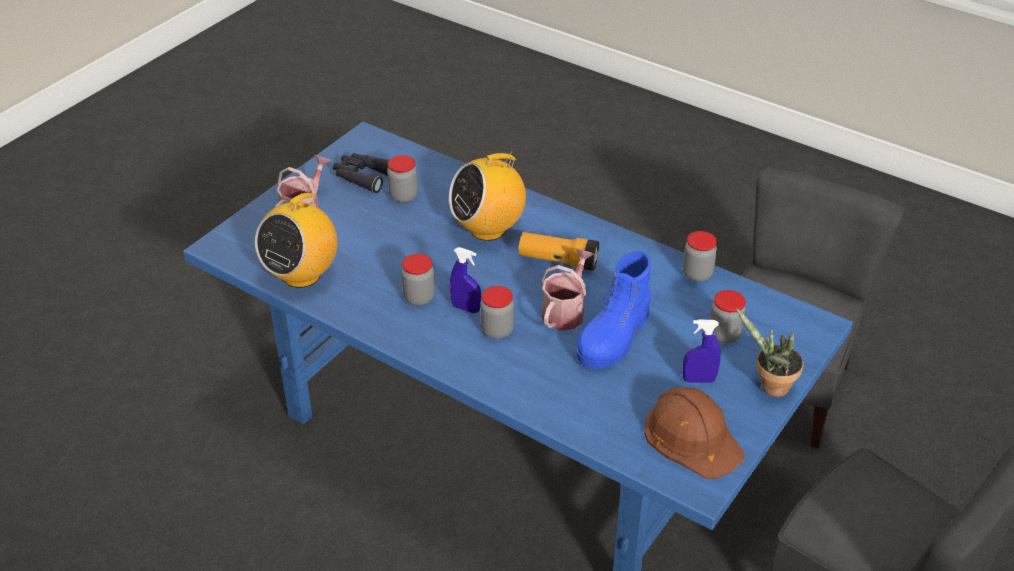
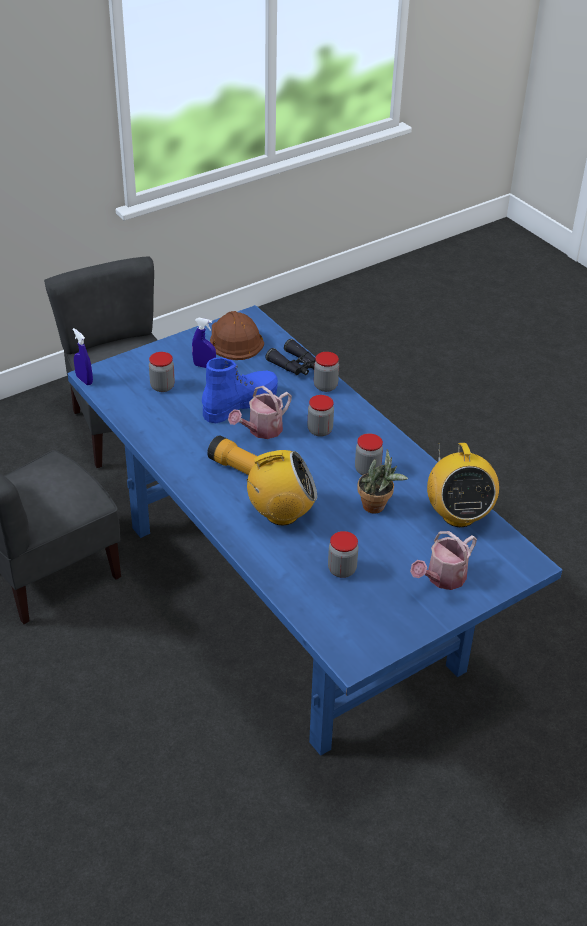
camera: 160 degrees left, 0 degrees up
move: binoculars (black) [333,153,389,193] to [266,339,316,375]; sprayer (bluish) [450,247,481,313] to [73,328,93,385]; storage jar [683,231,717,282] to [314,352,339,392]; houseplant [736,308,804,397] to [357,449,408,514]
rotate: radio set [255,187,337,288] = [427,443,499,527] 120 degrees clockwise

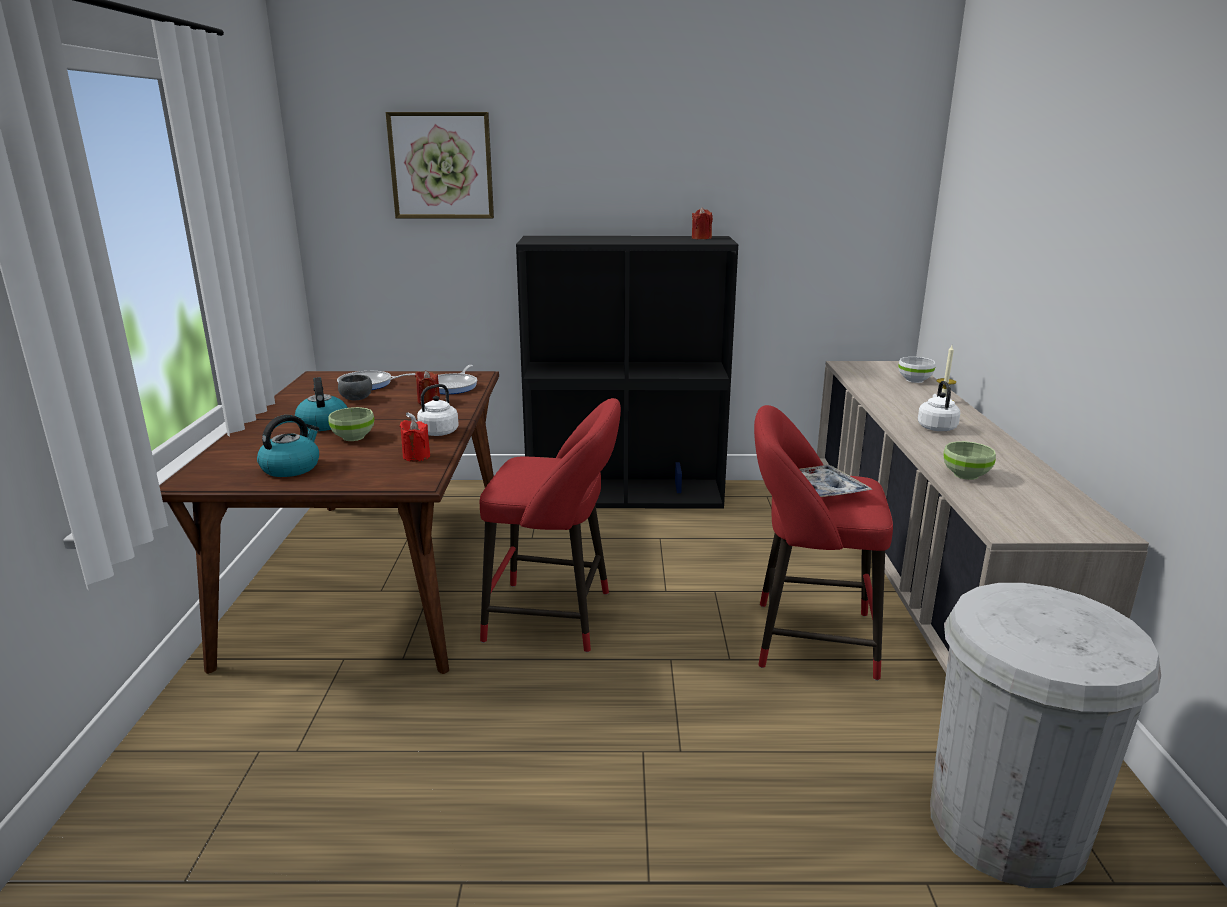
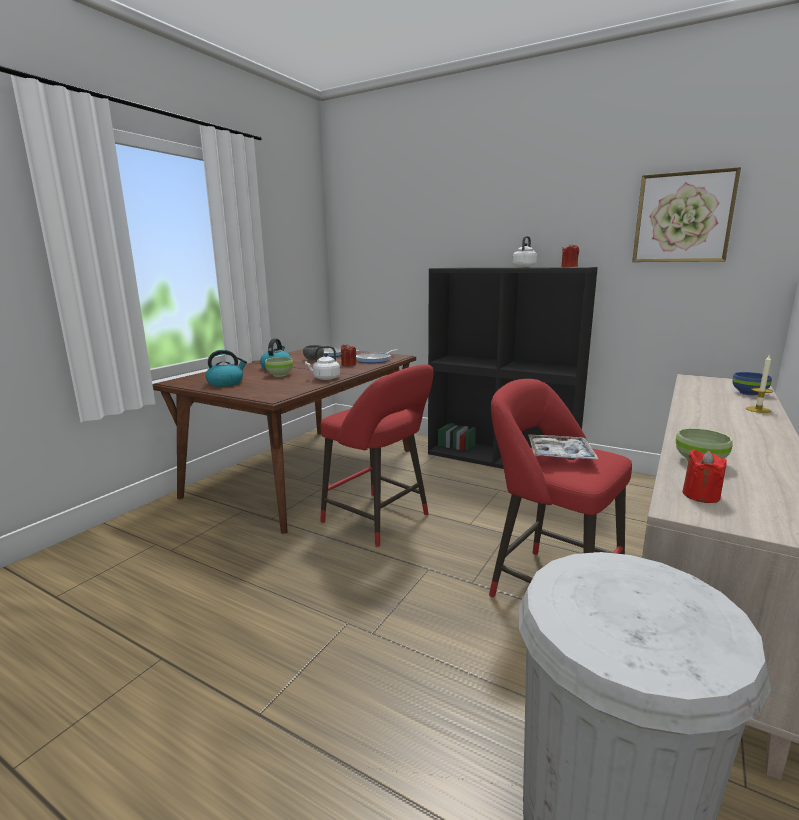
camera: 30 degrees right, 5 degrees down
move: wall art [386,112,494,218] to [632,167,741,262]; candle (red-coloured) [400,420,430,462] to [682,449,727,503]; water kettle (white) [918,381,960,431] to [512,236,537,267]
recolor: serving bowl (white) [898,357,936,383] to serving bowl (bluish) [732,372,772,396]

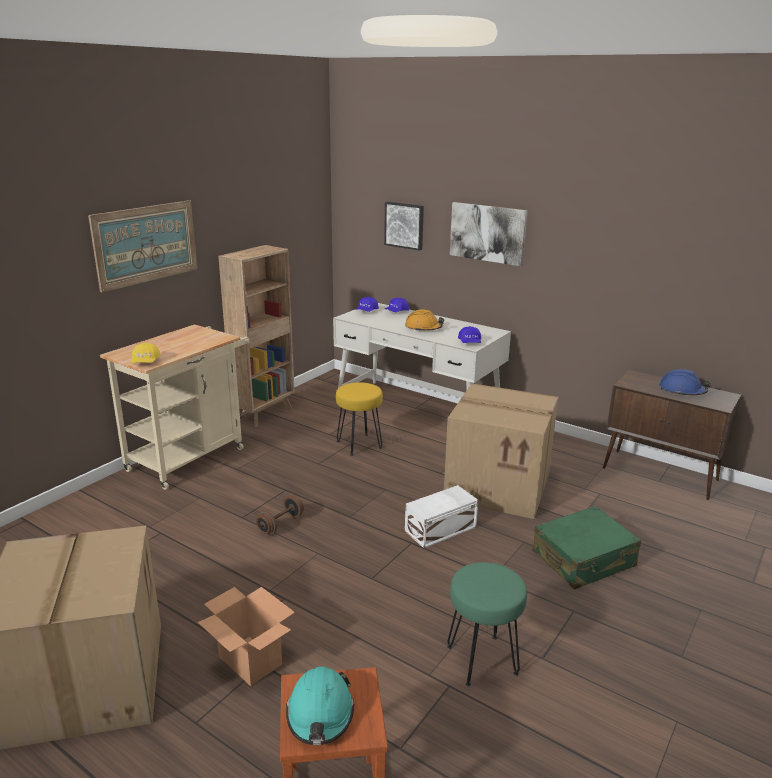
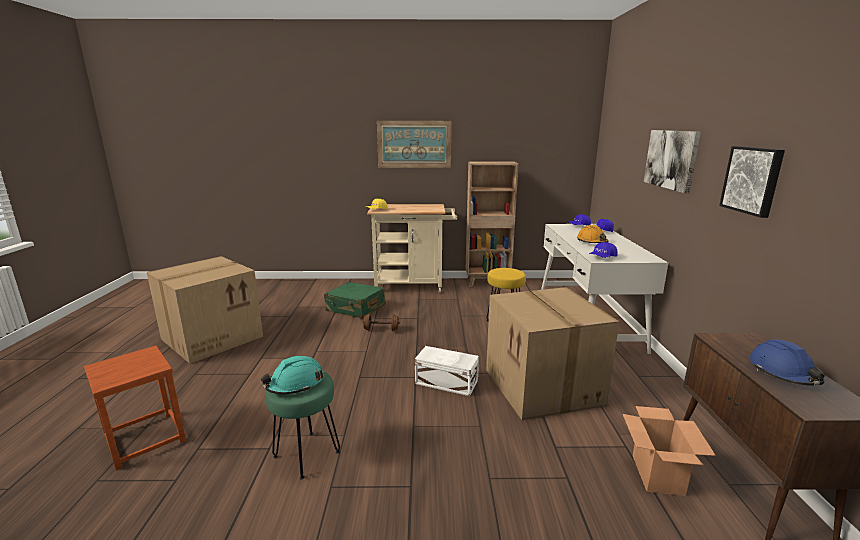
camera: 55 degrees right, 5 degrees down
move: cardboard box [198,587,295,686] to [623,406,716,496]; work helmet (blue-green) [286,667,354,745] to [261,356,323,394]; wall art [384,202,424,251] to [719,146,785,218]; travel case (greenish) [532,506,641,590] to [324,282,385,319]

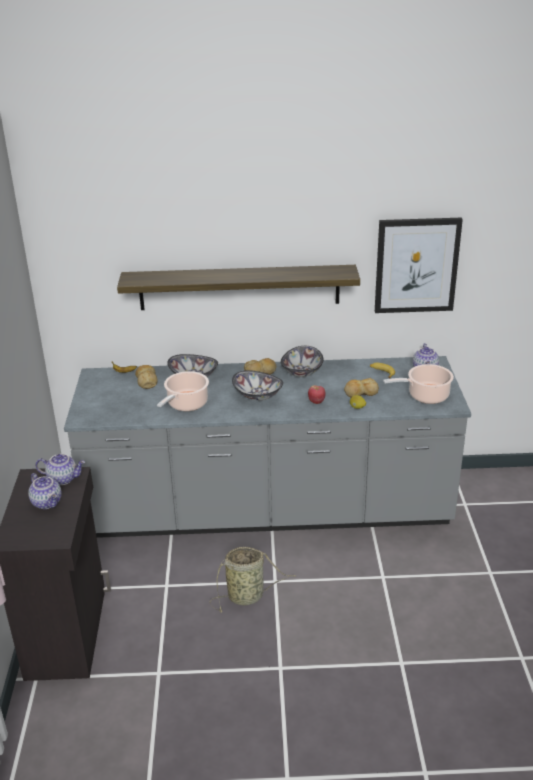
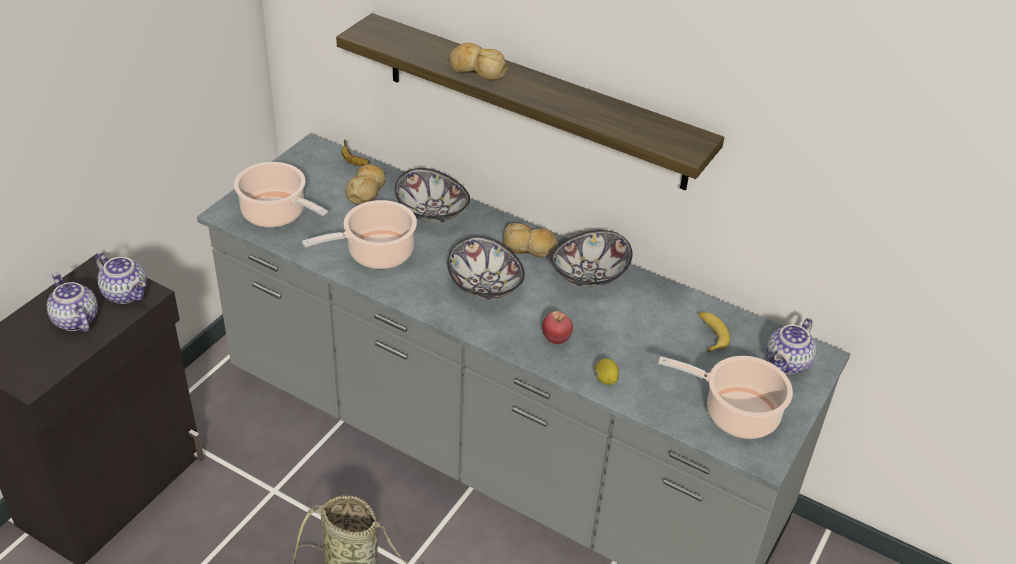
camera: 30 degrees right, 10 degrees up
delete: wall art [375,218,463,313]
insert: cooking pot [234,162,328,227]
move: baked bread [344,378,379,397] to [449,43,508,80]
rotate: pot for tea [28,473,62,509] = [47,273,98,332] 150 degrees clockwise

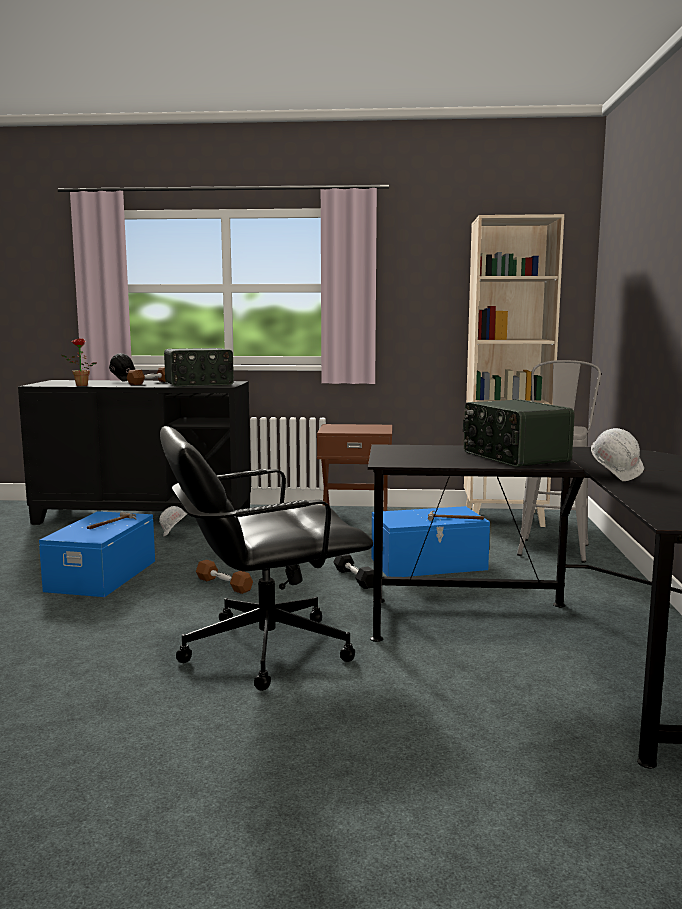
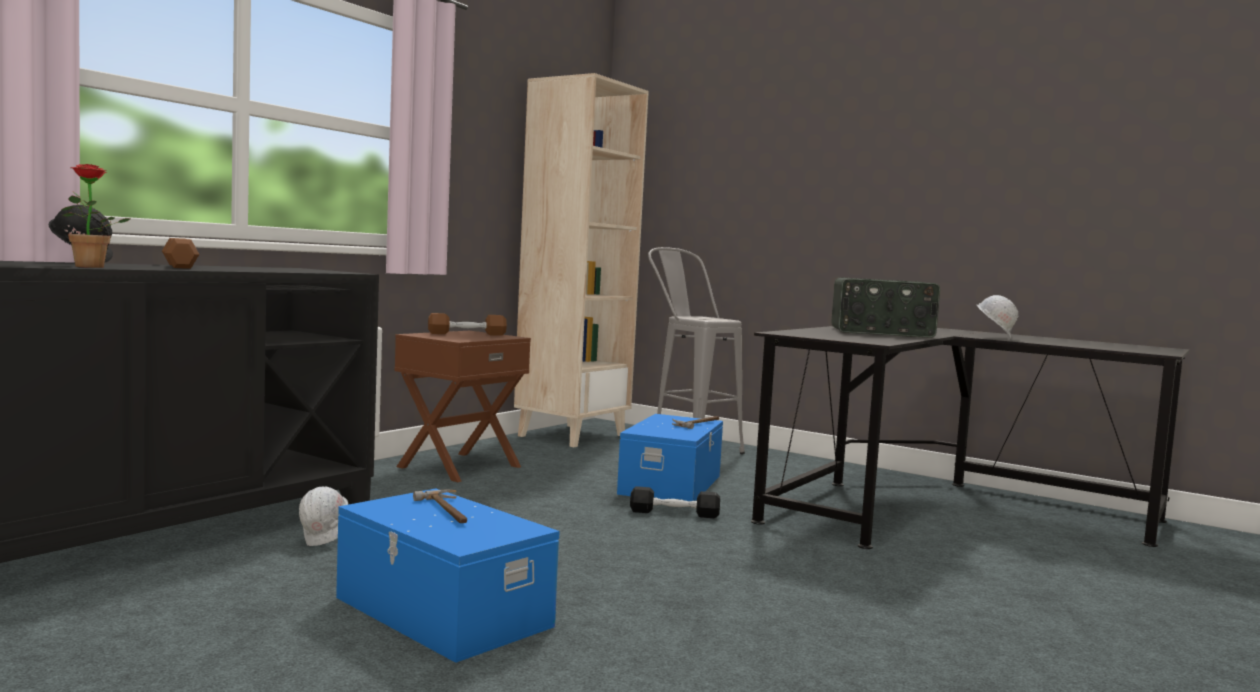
camera: 60 degrees left, 5 degrees down
delete: desk chair (black) [160,426,373,691]; radio set [164,348,234,387]
move: free weight (brown) [196,560,253,594] to [428,313,507,336]

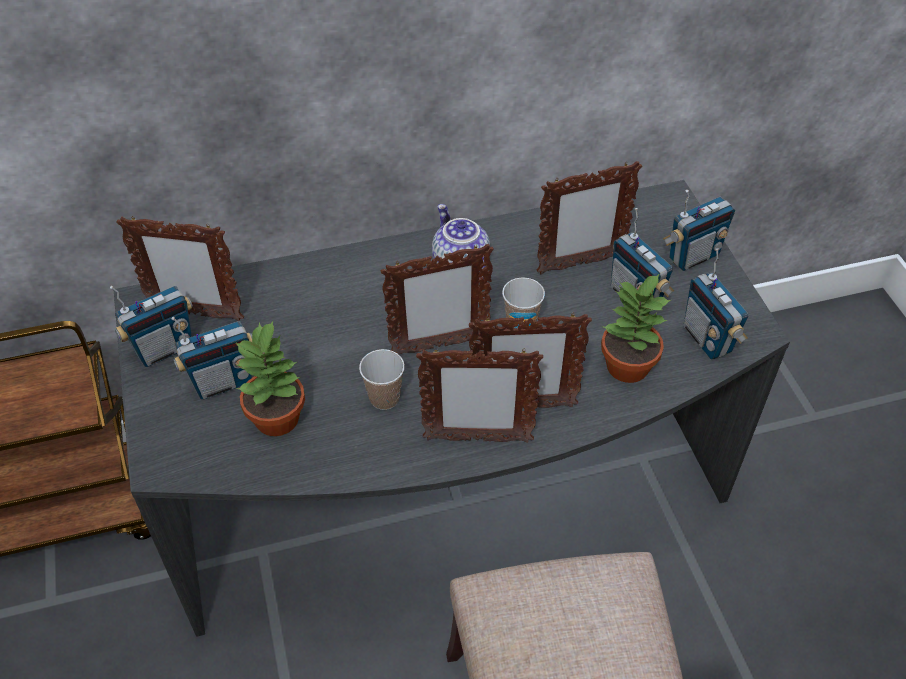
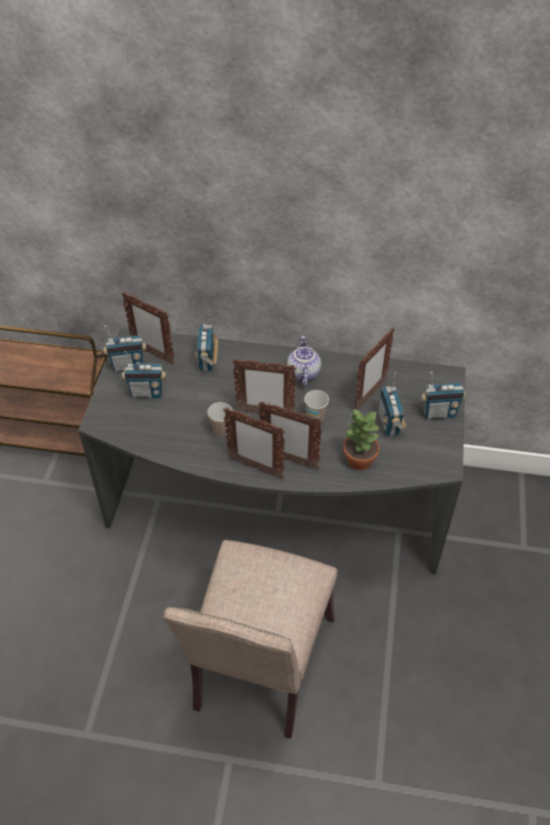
camera: 25 degrees right, 0 degrees up
delete: houseplant [236,321,305,436]
move: radio set [684,248,748,360] to [195,311,218,371]
rotate: picture frame [537,161,642,274] = [355,328,394,410] 60 degrees counterclockwise

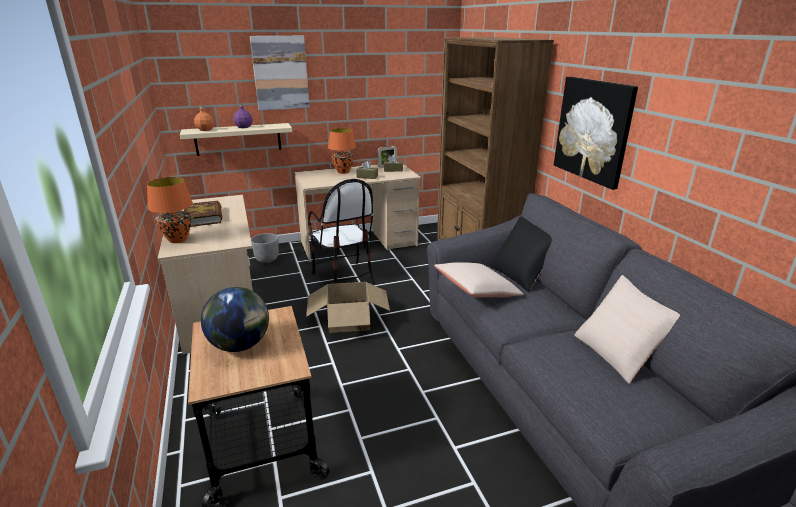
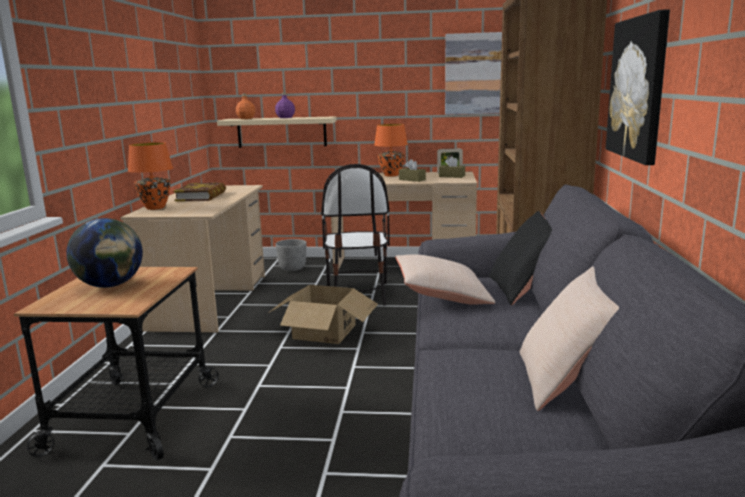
camera: 25 degrees right, 10 degrees down
move: wall art [250,36,310,111] to [445,32,502,115]

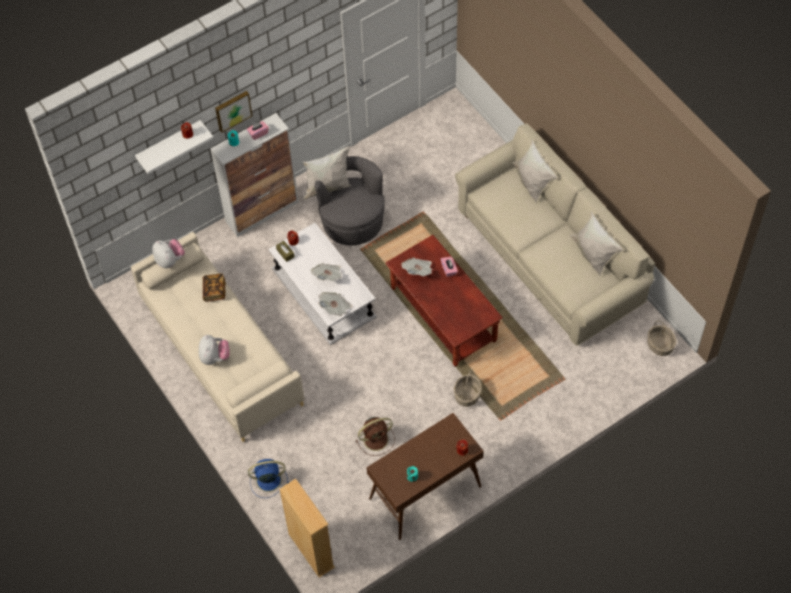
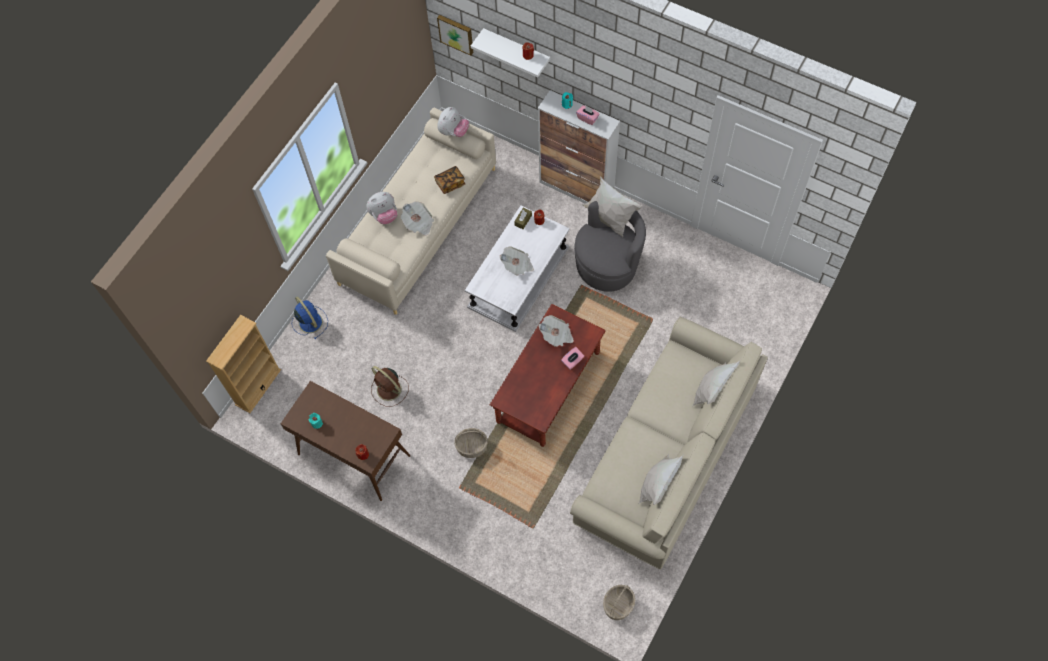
camera: 65 degrees right, 5 degrees up
move: wall art [215,91,253,133] to [437,15,473,55]; daily paper [318,292,353,316] to [401,201,434,236]

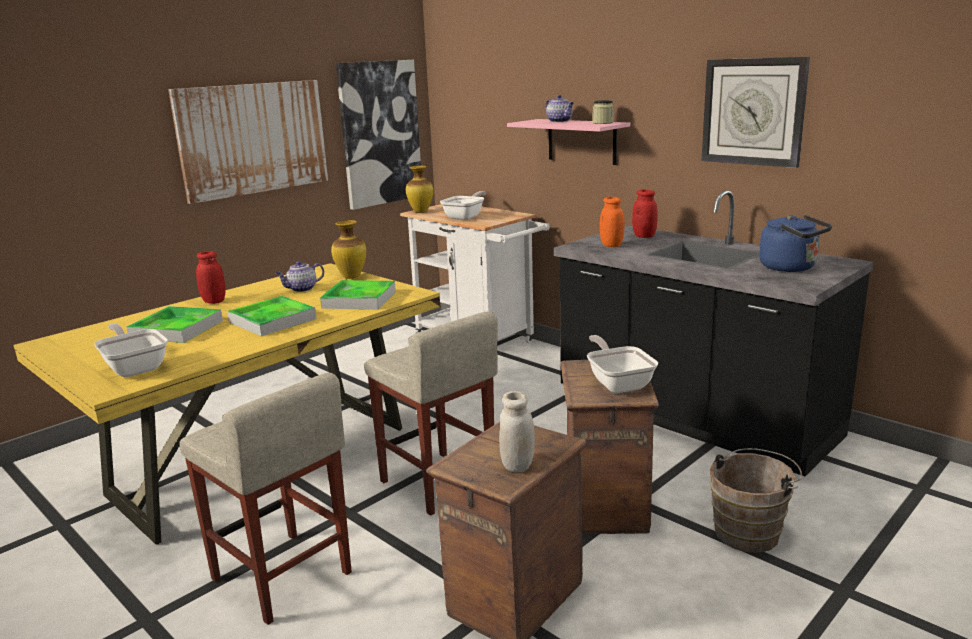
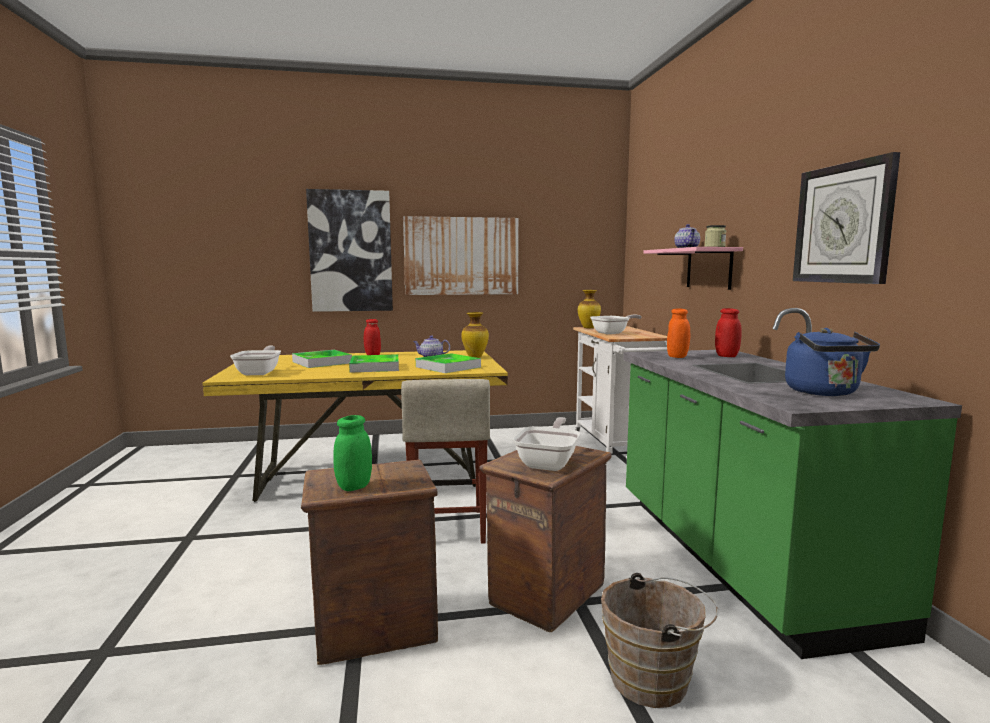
camera: 35 degrees right, 10 degrees down
delete: sitting stool (beige-coloured) [179,373,352,625]
move: wall art [336,60,421,210] to [306,189,393,312]
recolor: storage jar (white) [499,391,535,472] to storage jar (greenish) [333,415,372,491]; kitchen base unit (black) [554,190,874,476] to kitchen base unit (greenish) [623,308,962,659]

